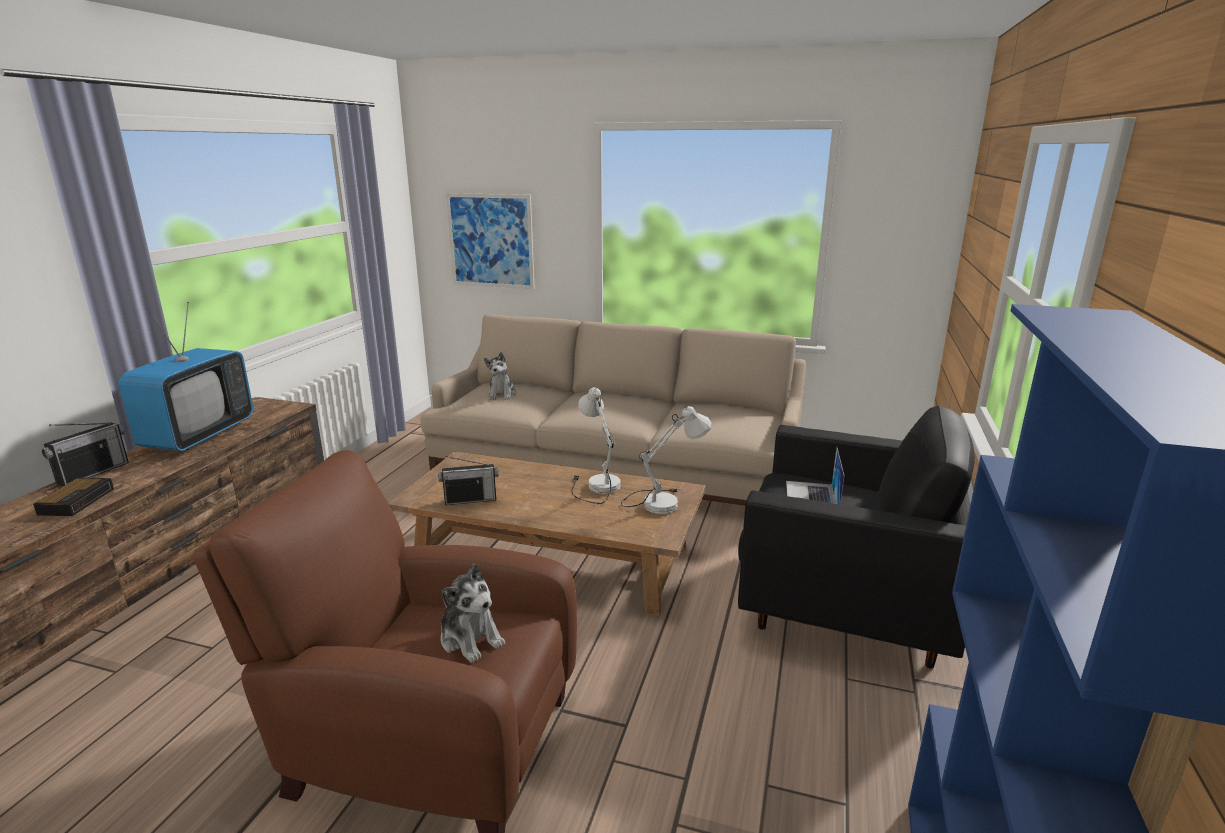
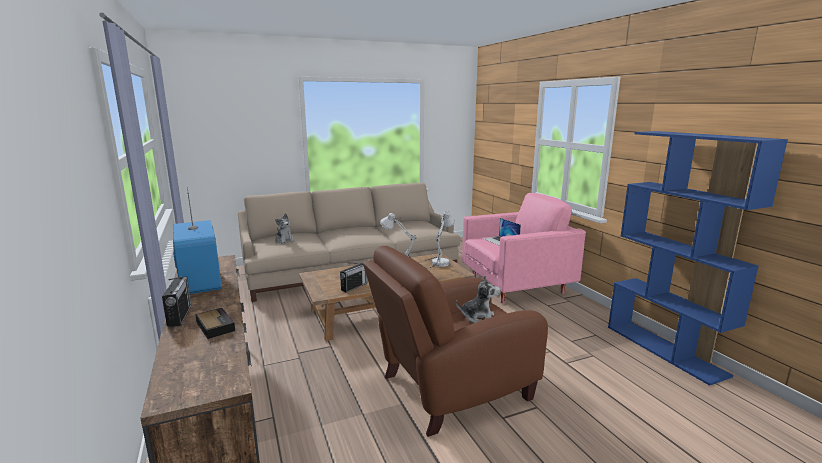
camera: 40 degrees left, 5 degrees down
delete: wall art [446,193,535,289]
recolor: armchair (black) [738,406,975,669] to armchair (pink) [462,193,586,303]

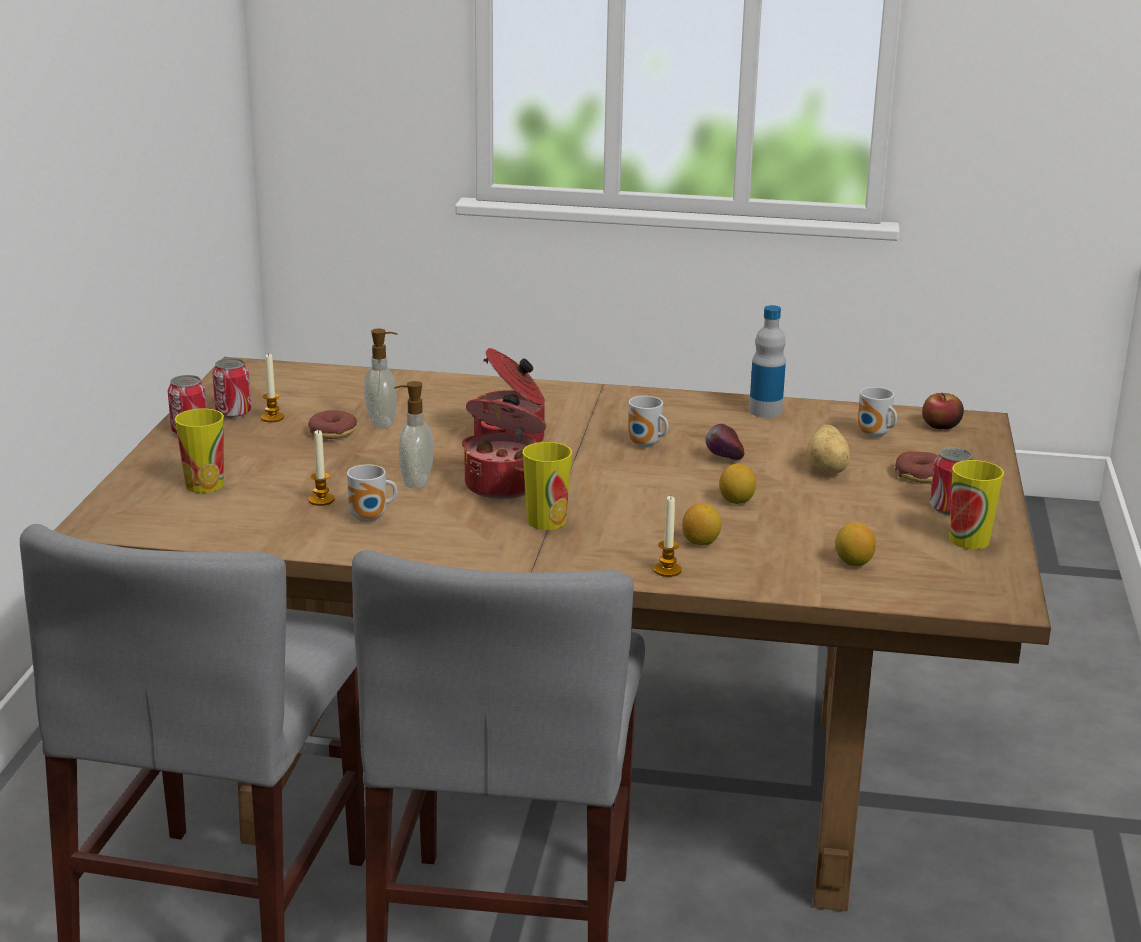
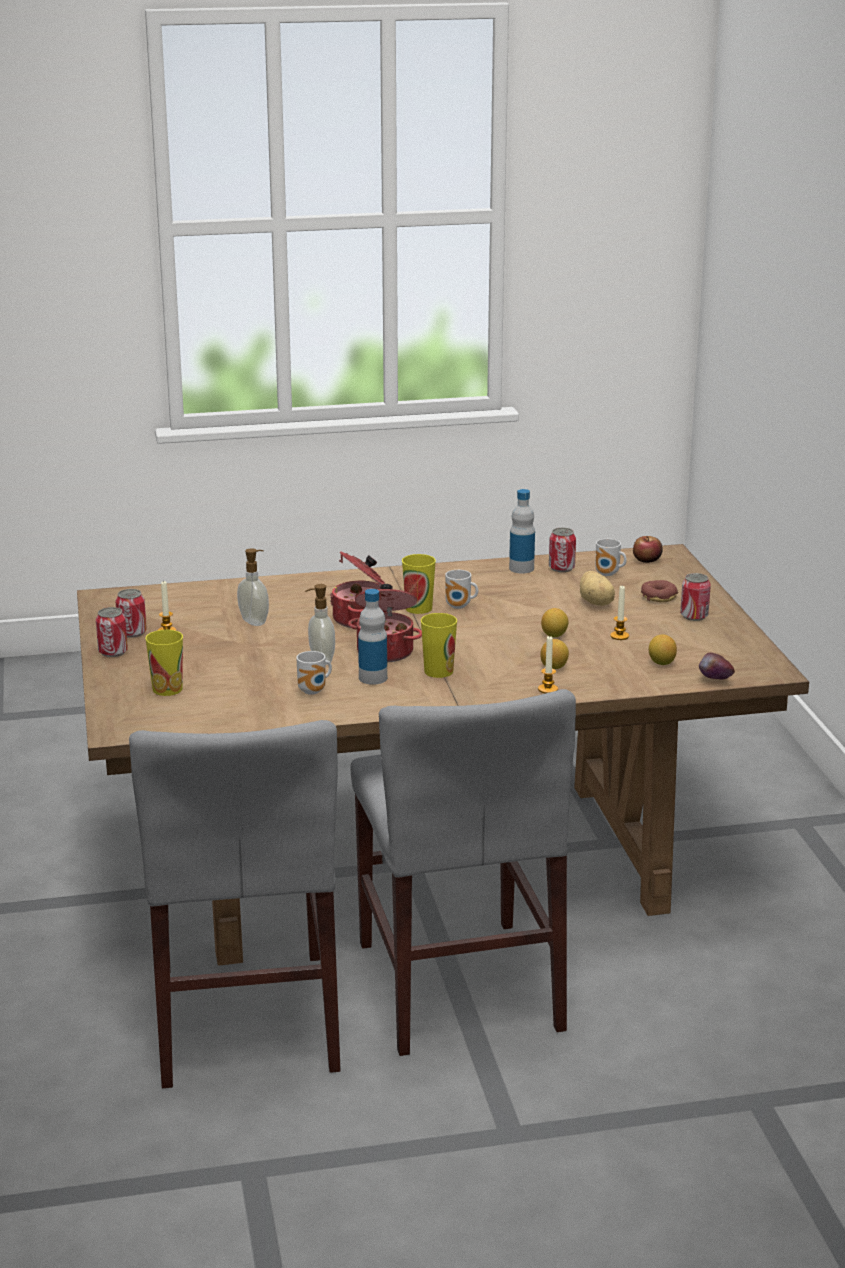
camera: 20 degrees left, 0 degrees up
delete: donut [308,410,357,439]
insert: beverage bottle [358,589,387,685]; sealed can [549,528,576,572]
move: candle [308,430,335,506] to [610,585,629,640]; whole apple [705,424,744,460] to [699,652,735,679]; small cup [949,460,1004,549] to [402,554,436,614]

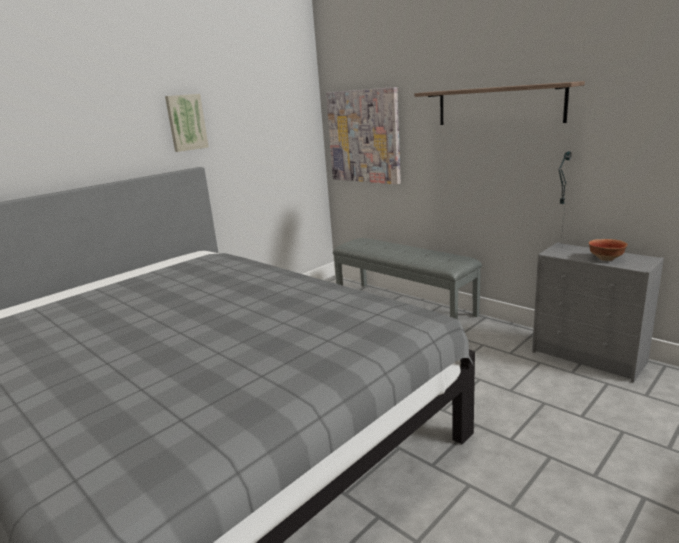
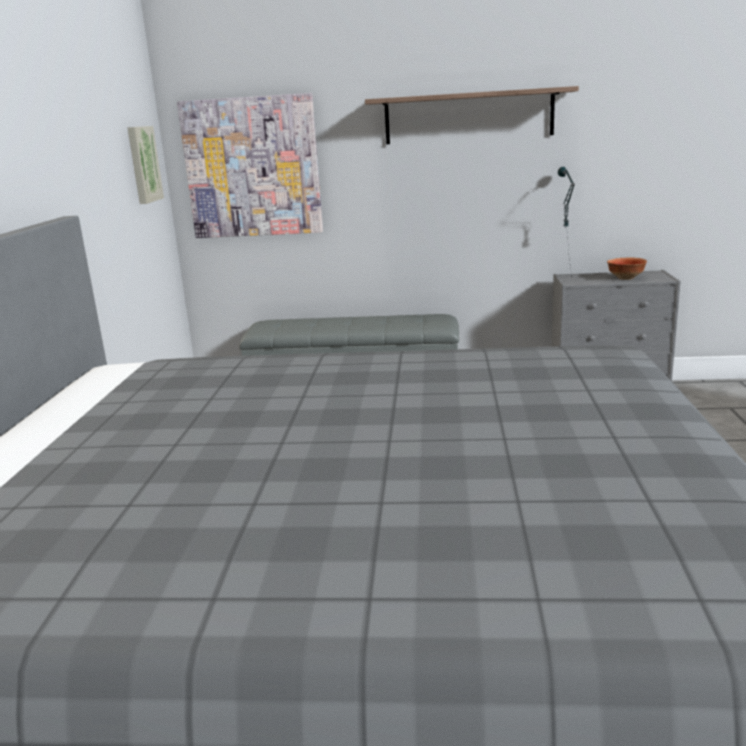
camera: 40 degrees left, 0 degrees up
move: wall art [165,94,209,152] to [127,126,164,204]

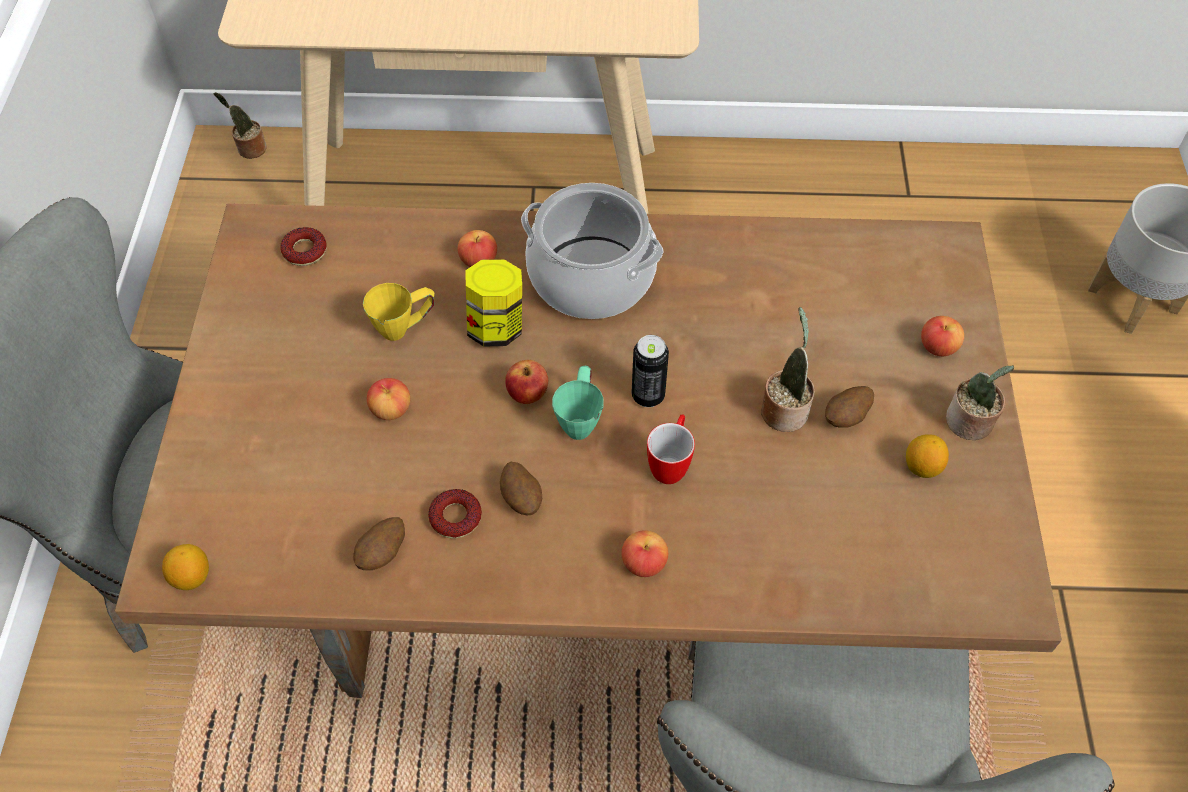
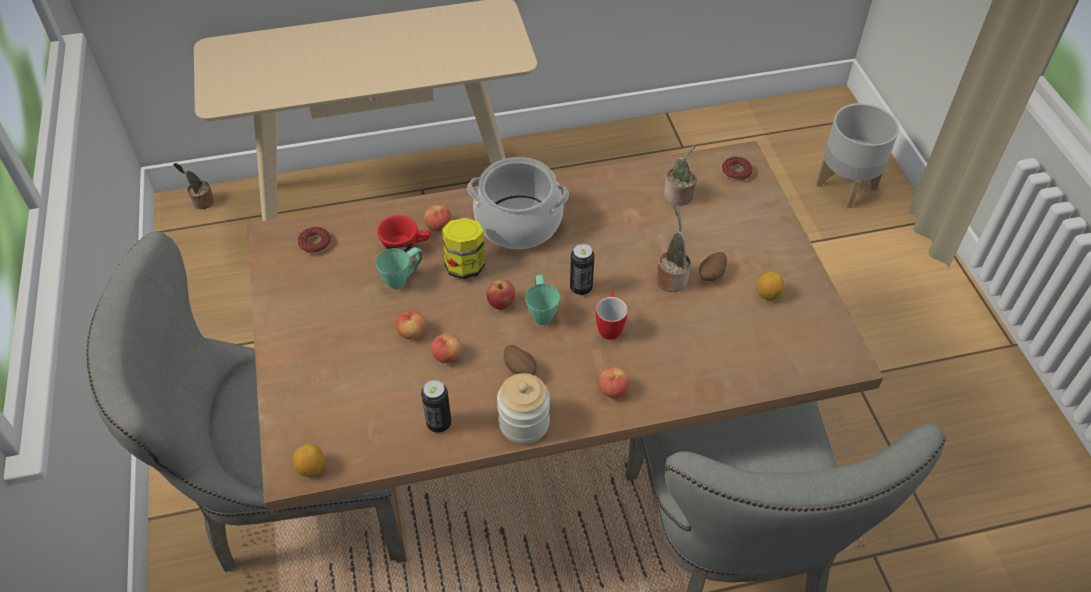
camera: 15 degrees left, 5 degrees down
insert: small cup (red-coloured) [377,215,430,252]; storage jar [497,373,550,444]
move: donut [428,489,482,539] to [722,157,753,181]; whole apple [921,316,964,356] to [431,333,462,363]; houseplant [946,365,1014,440] to [664,145,697,206]
replace: whole potato [353,517,405,570] to sealed can [421,380,452,433]
recolor: mug (yellow) [363,283,434,341] to mug (greenish) [375,247,422,289]

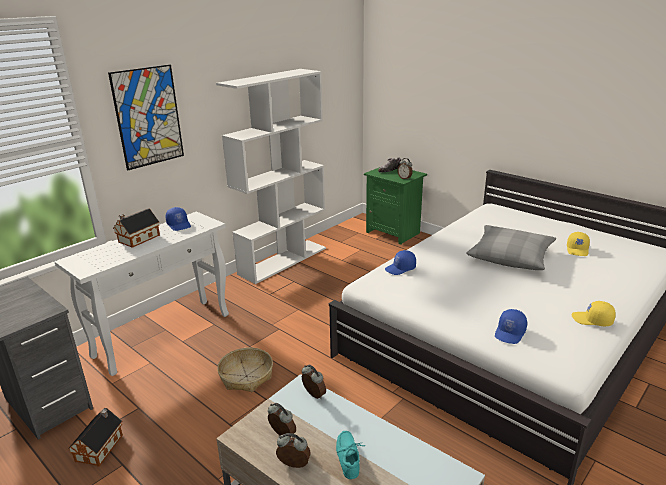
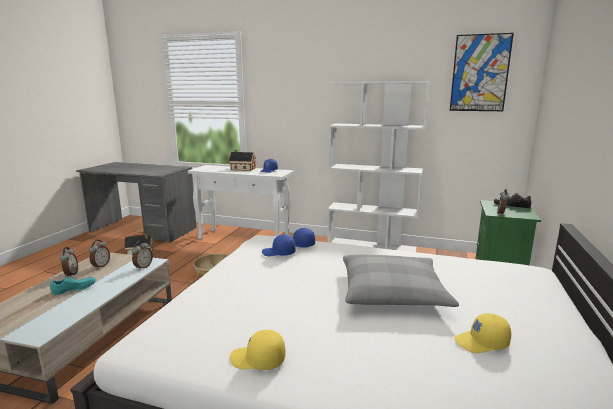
camera: 65 degrees right, 10 degrees down
move: wall art [108,64,184,170] to [450,33,514,111]; cap (bluish) [495,309,527,344] to [262,235,296,256]
rotate: cap (yellow) [572,301,616,326] = [230,330,285,370] 75 degrees counterclockwise

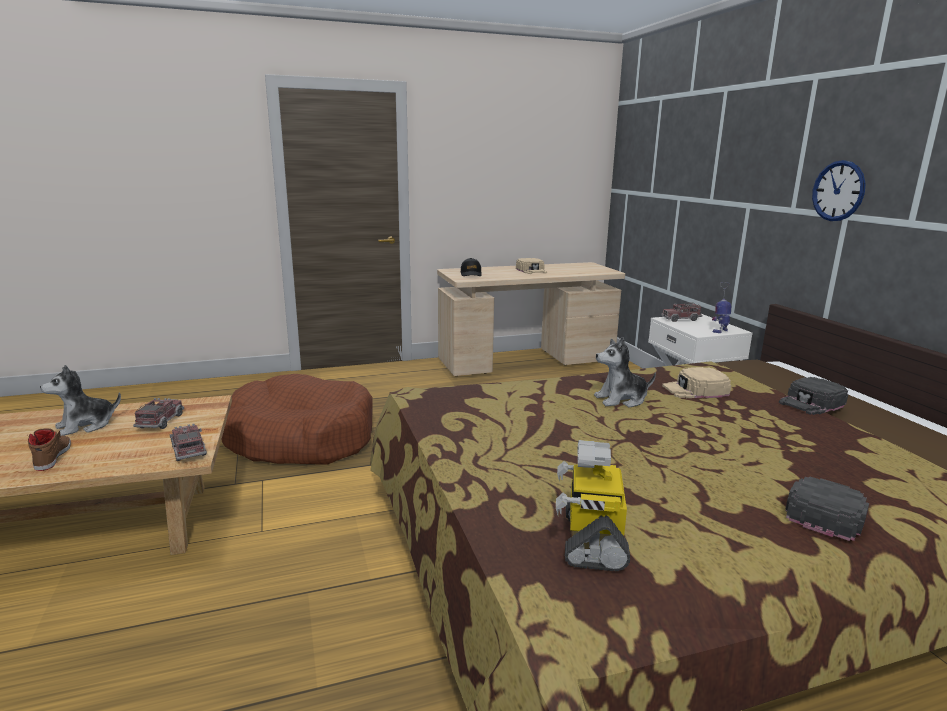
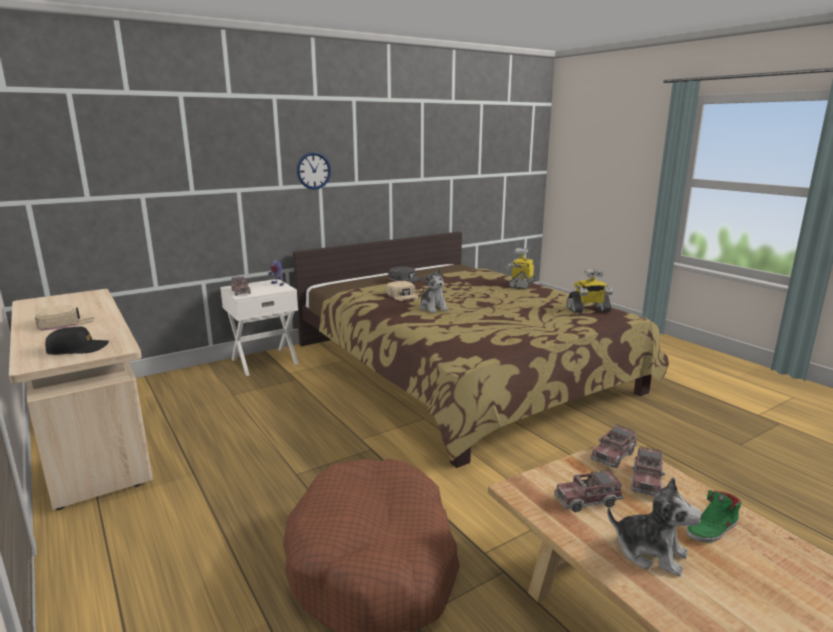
camera: 105 degrees left, 0 degrees up
insert: toy lorry [631,446,665,496]
replace: cap (black) [785,476,869,541] to robot figure [506,248,536,289]
recolor: low shoe (brown) [27,428,71,471] to low shoe (greenish) [686,490,741,543]

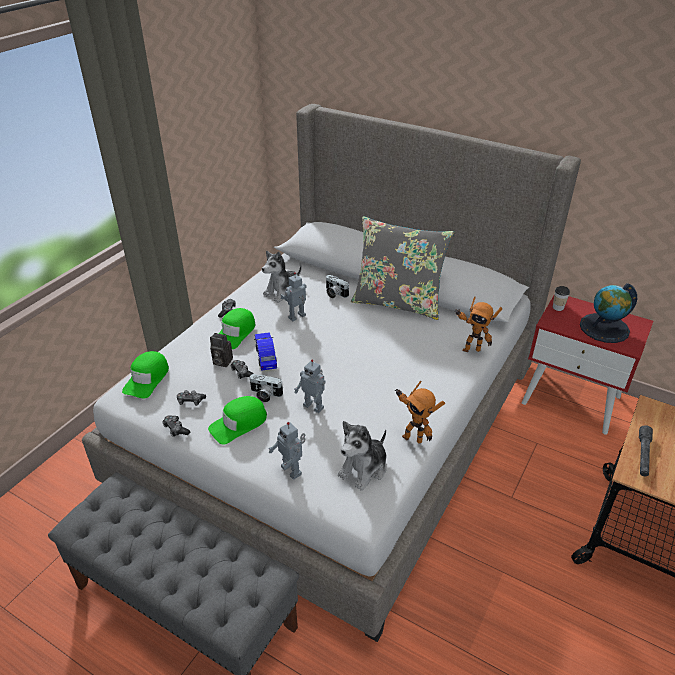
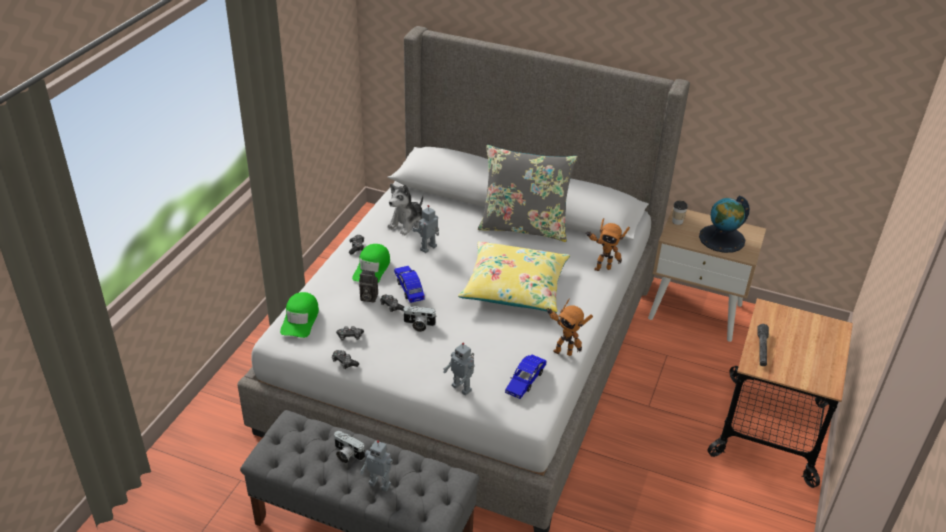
camera: 10 degrees left, 0 degrees up
delete: cap (greenish) [208,396,267,445]
insert: throw pillow (yellow) [458,241,570,313]
move: robot figure [294,359,326,413] to [360,440,393,491]; still camera [326,275,349,298] to [334,431,365,463]
replace: cuddly toy [338,421,387,491] to miniature car (bluish) [505,355,547,399]
recolor: nightstand (red-coloured) [522,296,653,435] to nightstand (beige-coloured) [648,206,766,342]

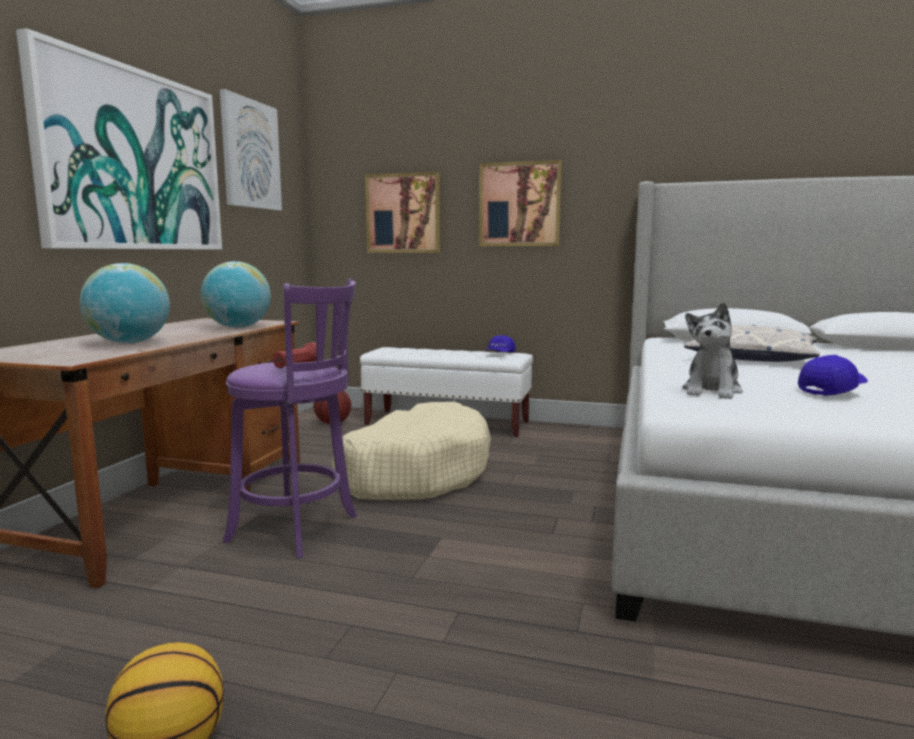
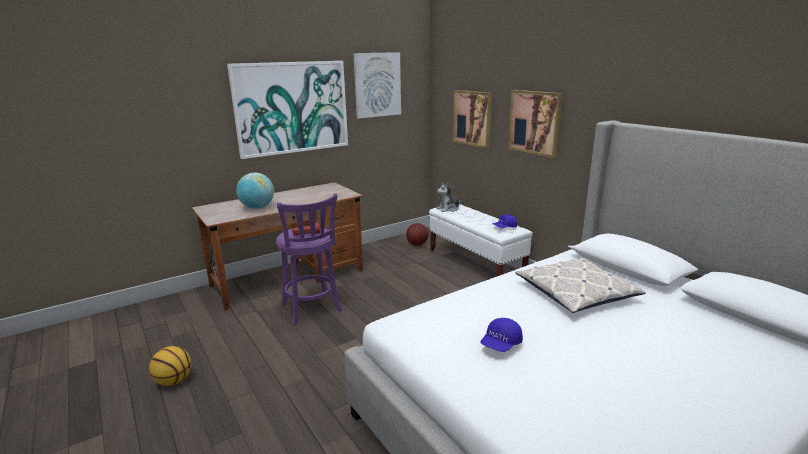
camera: 40 degrees right, 10 degrees up
delete: desk globe [201,261,271,328]; dog bed (beige-coloured) [332,402,491,500]
move: cuddly toy [682,302,743,399] to [437,181,462,212]
rotate: cap (bluish) [798,355,868,396] = [481,318,523,352] 120 degrees clockwise

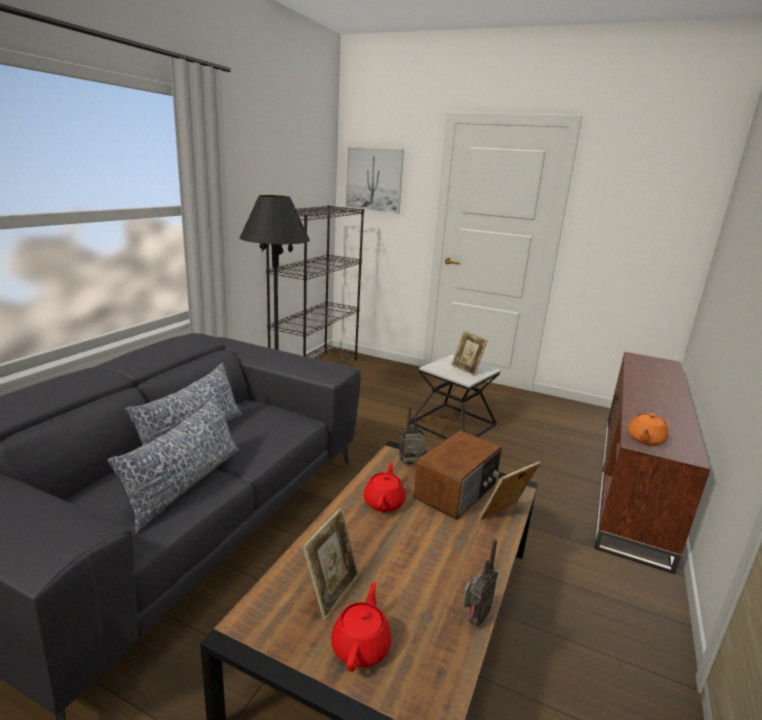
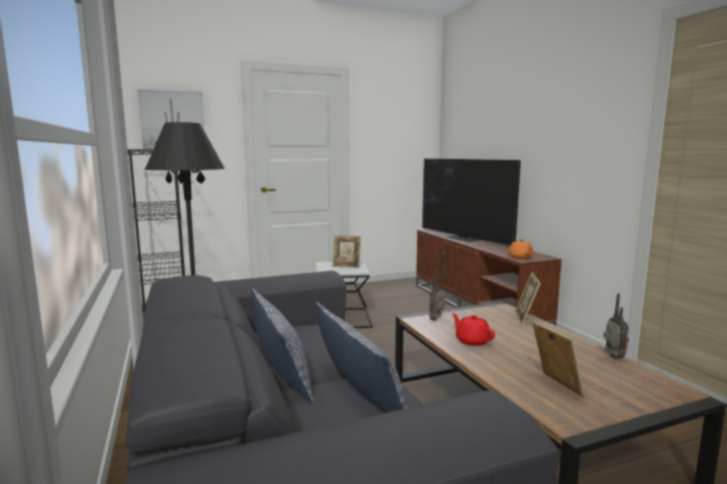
camera: 45 degrees left, 10 degrees down
delete: pot for tea (red-coloured) [331,581,391,672]; radio set [414,430,502,519]
insert: TV [422,158,521,246]

